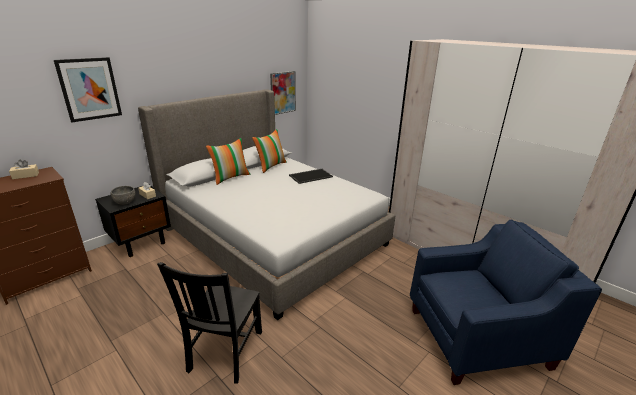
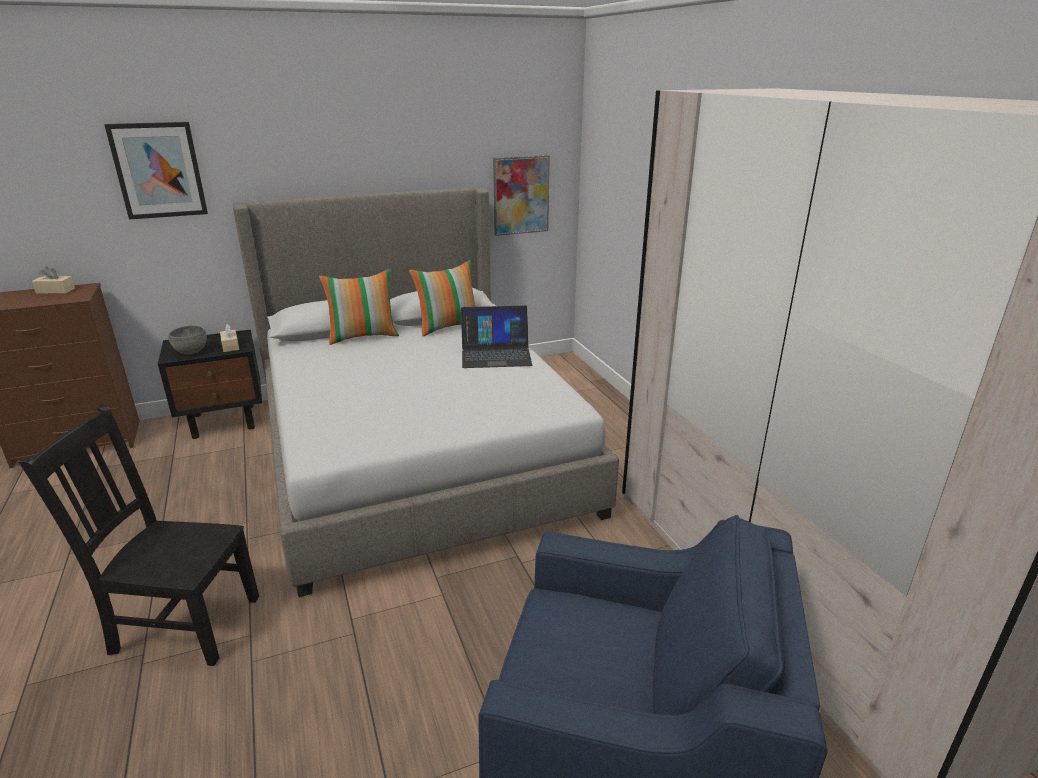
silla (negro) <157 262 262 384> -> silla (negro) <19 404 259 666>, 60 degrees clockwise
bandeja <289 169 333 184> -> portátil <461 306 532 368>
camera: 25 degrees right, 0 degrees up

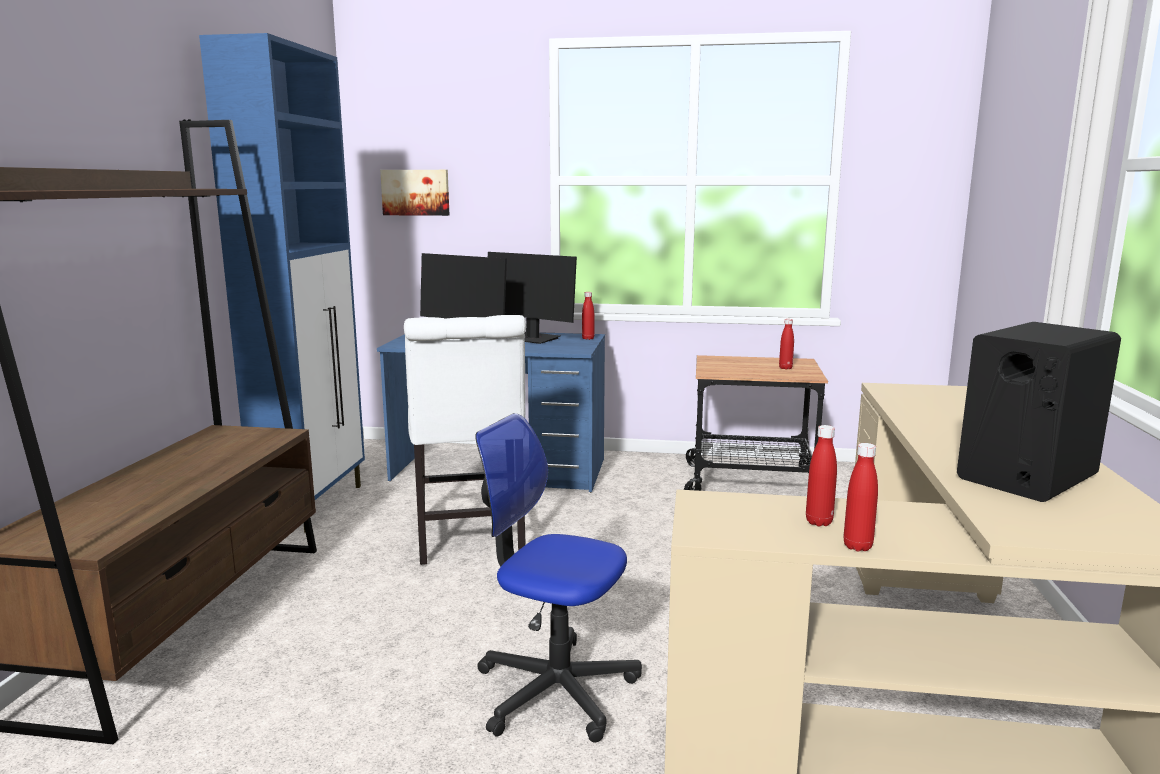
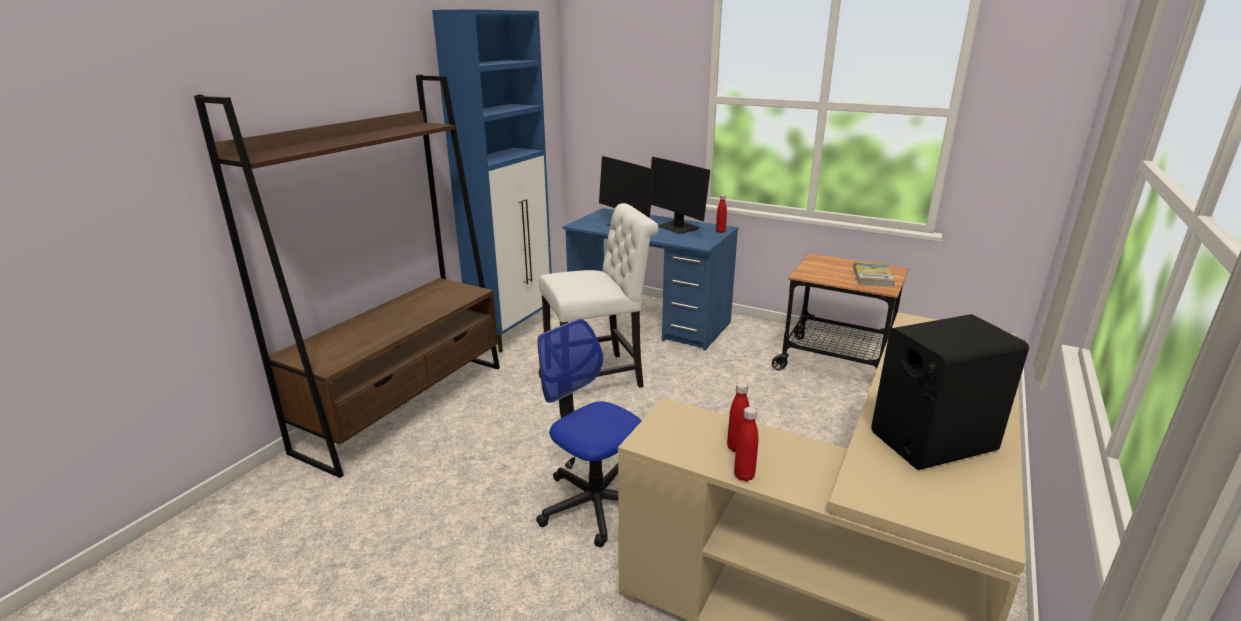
cuadro <380 170 449 216> -> none
silla (blanco) <404 315 526 565> -> silla (blanco) <539 203 659 388>, 120 degrees counterclockwise
botella (rojo) <779 319 794 369> -> libro <853 261 895 288>
camera: 20 degrees right, 10 degrees up

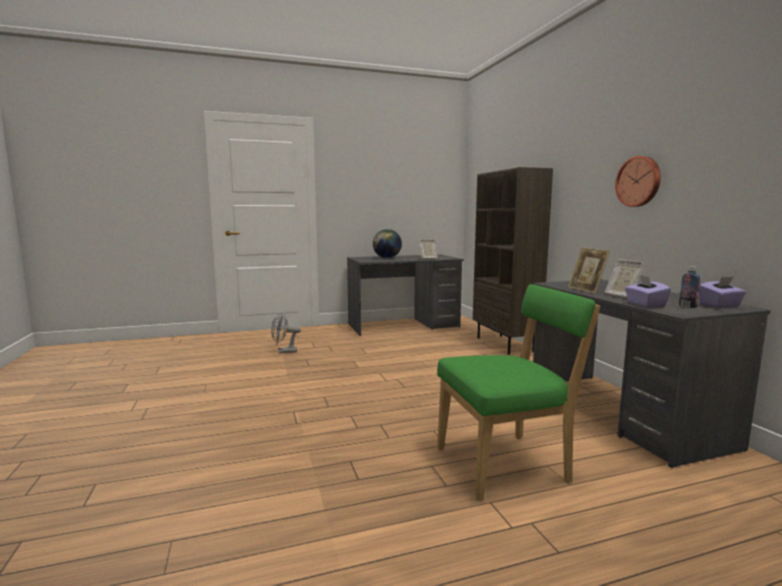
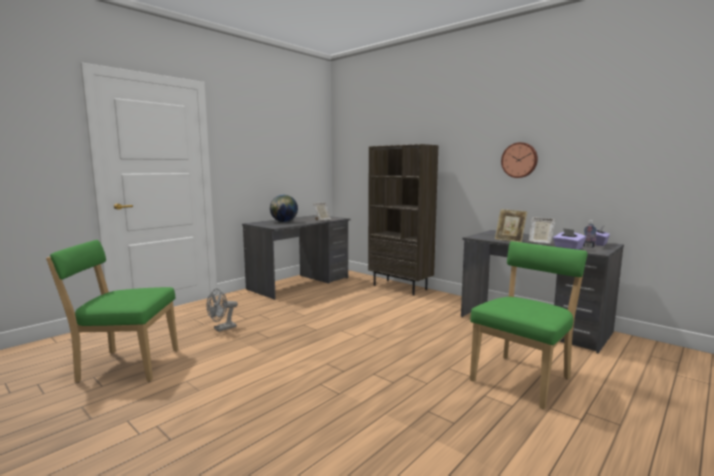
none -> silla (verde) <46 240 178 383>
camera: 30 degrees left, 0 degrees up

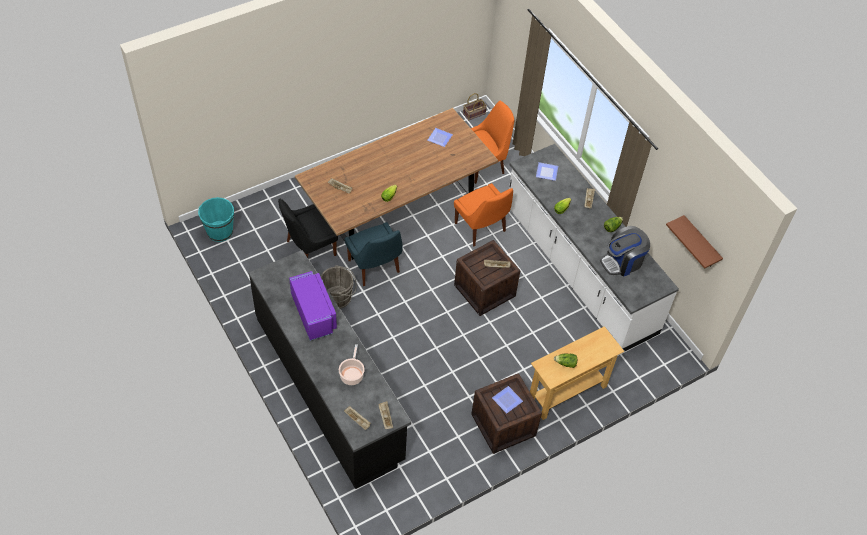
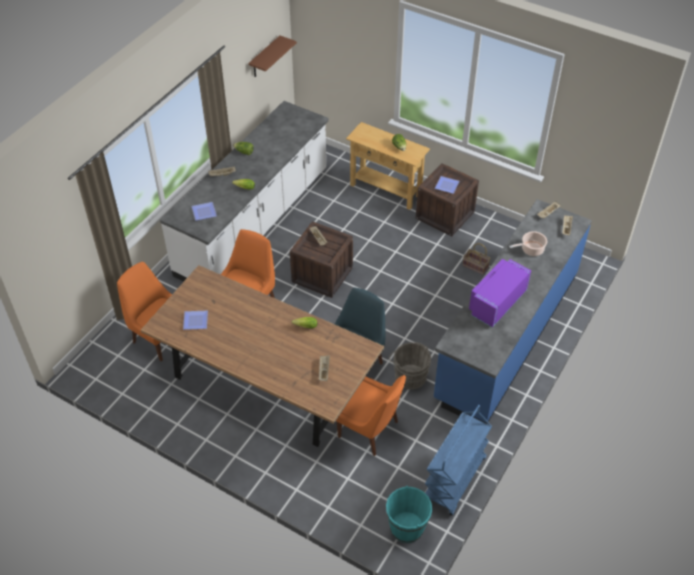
mueble bajo de cocina (negro) <249 250 411 489> -> mueble bajo de cocina (azul) <434 199 592 424>
silla (negro) <278 198 338 258> -> silla (naranja) <336 375 406 456>
cesta <463 93 487 121> -> cesta <463 243 491 275>, relocated
cafetera <600 226 650 277> -> none
none -> carrito (azul) <425 405 492 516>
camera: 115 degrees left, 5 degrees down

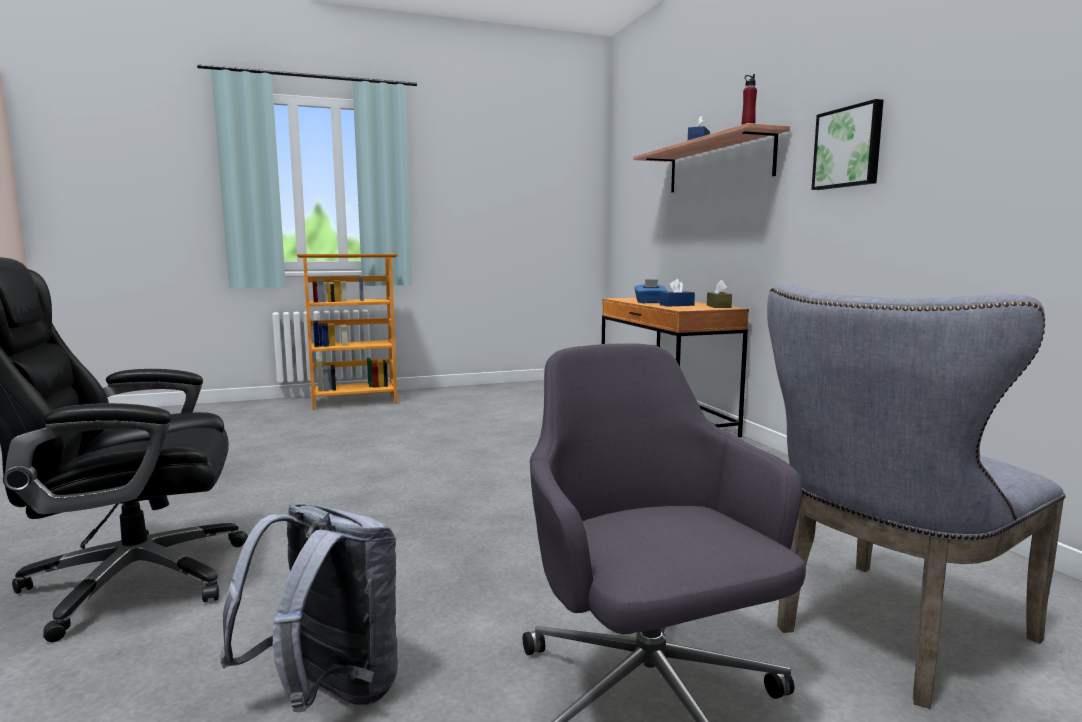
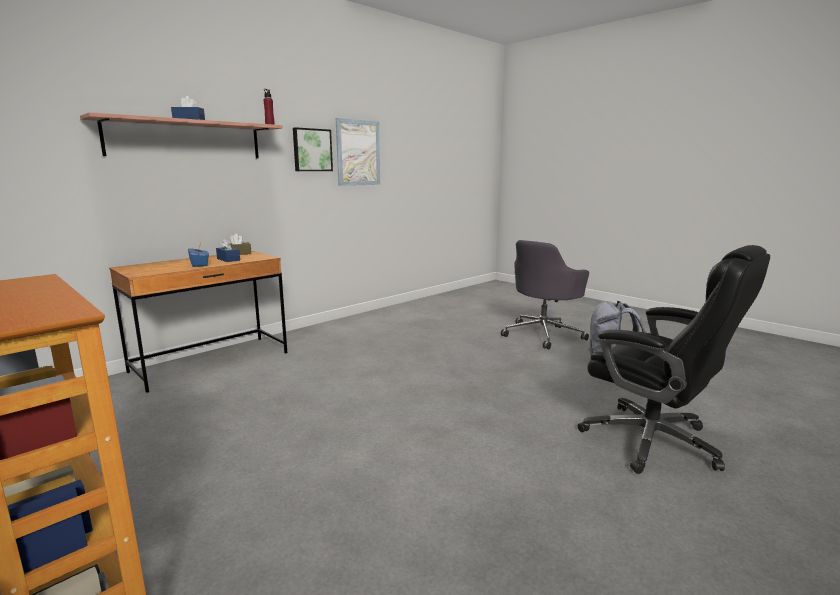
silla (gris) <767 283 1066 709> -> none
none -> cuadro <336 118 380 186>
camera: 115 degrees left, 5 degrees up

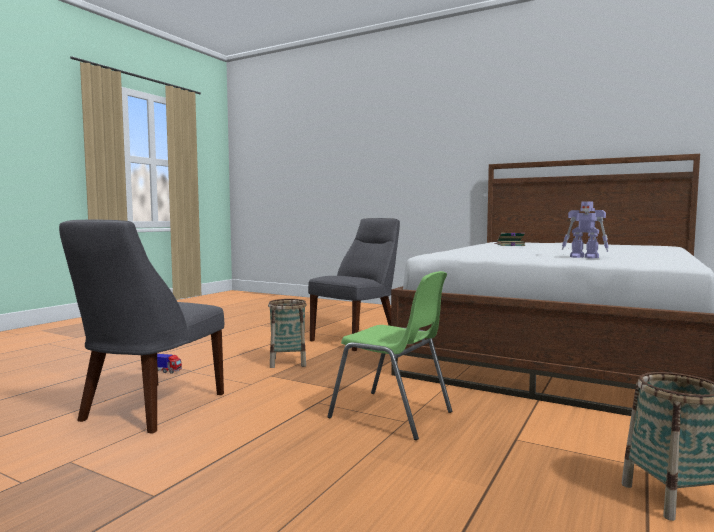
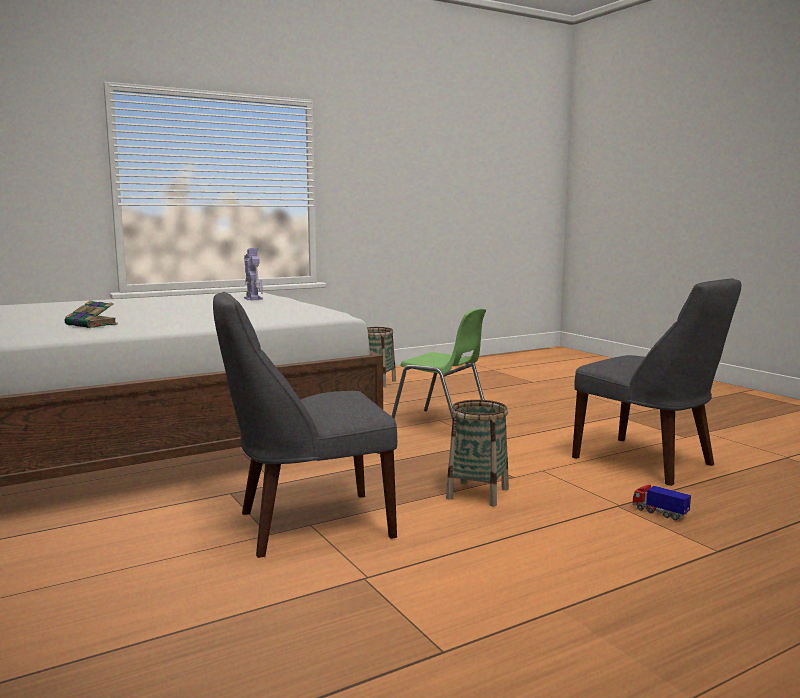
silla (gris) <59 219 224 434> -> silla (gris) <572 279 741 486>, 90 degrees clockwise
silla (verde) <327 271 452 440> -> silla (verde) <391 308 486 420>, 150 degrees clockwise
camera: 150 degrees left, 5 degrees up

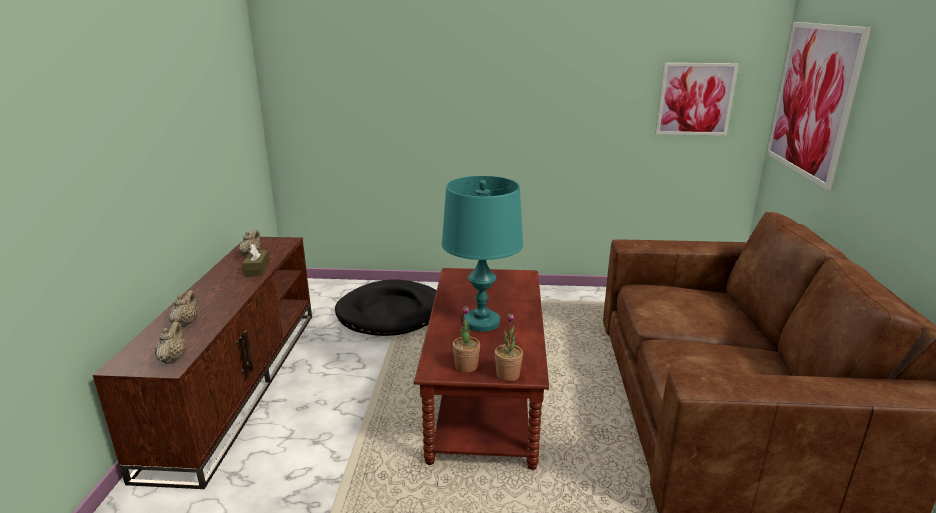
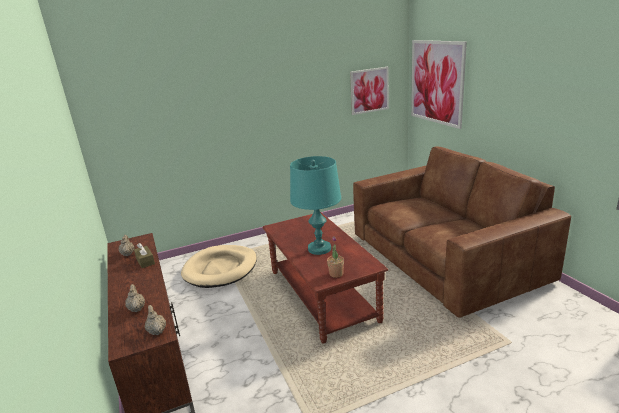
cama para perro (negro) <335 279 437 336> -> cama para perro (beis) <181 245 257 288>
planta en maceta <495 313 523 382> -> none
camera: 25 degrees left, 0 degrees up

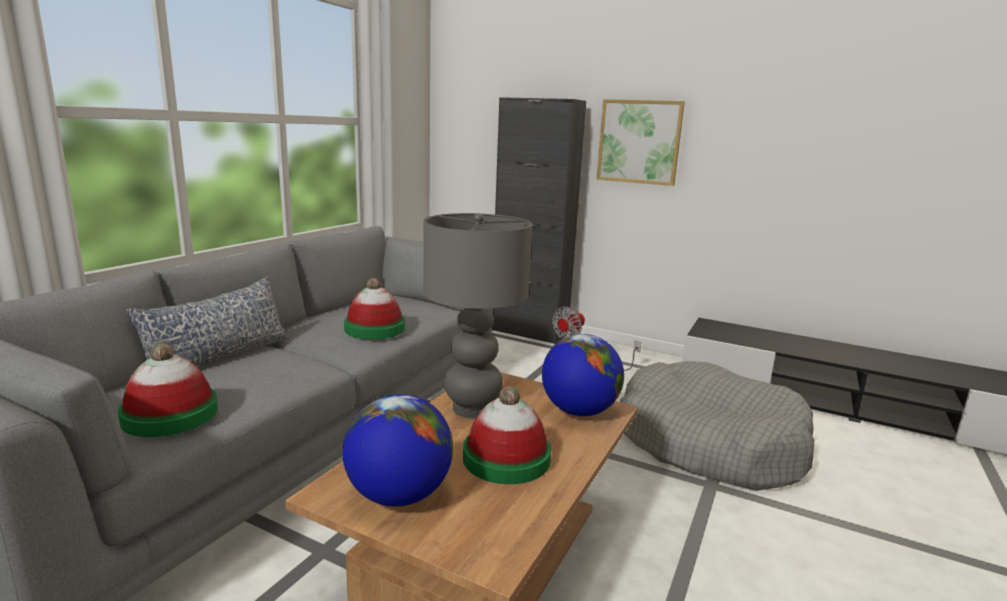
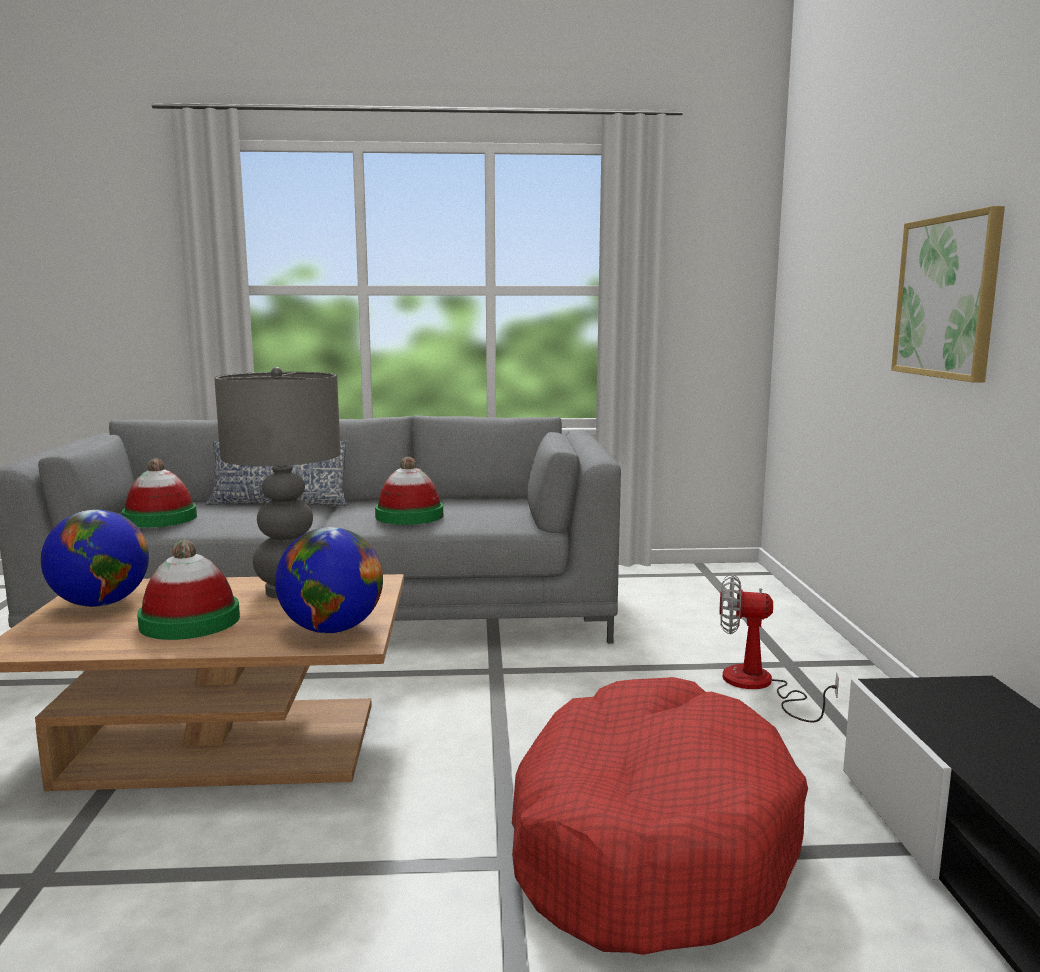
armario (negro) <492 97 586 345> -> none
cama para perro (gris) <620 361 814 491> -> cama para perro (rojo) <512 677 808 955>
camera: 60 degrees right, 5 degrees down

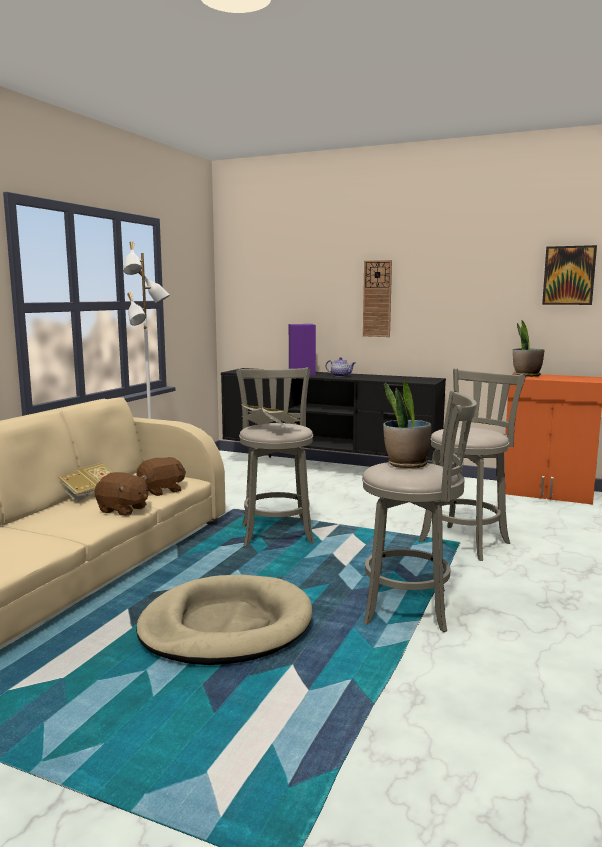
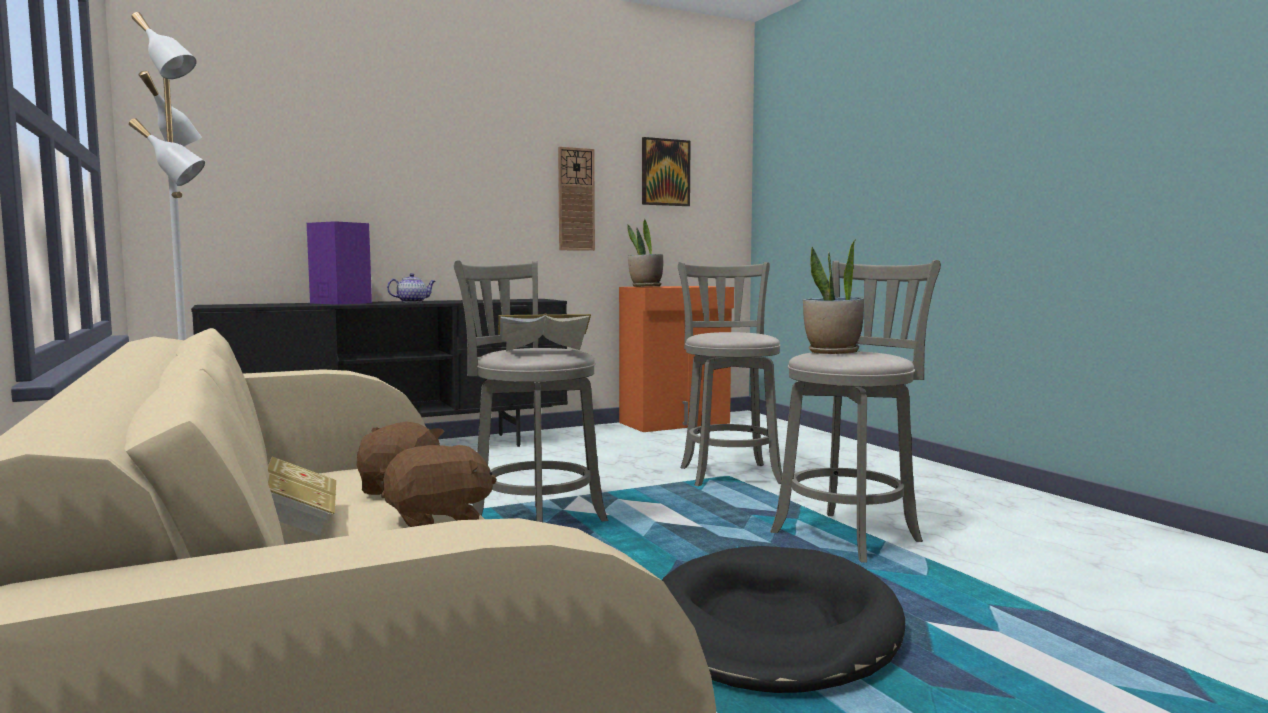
cama para perro (beis) <136 575 312 665> -> cama para perro (negro) <662 546 905 693>
reloj de pared <363 260 392 337> -> reloj de pared <558 147 595 251>, relocated
camera: 50 degrees left, 5 degrees down

